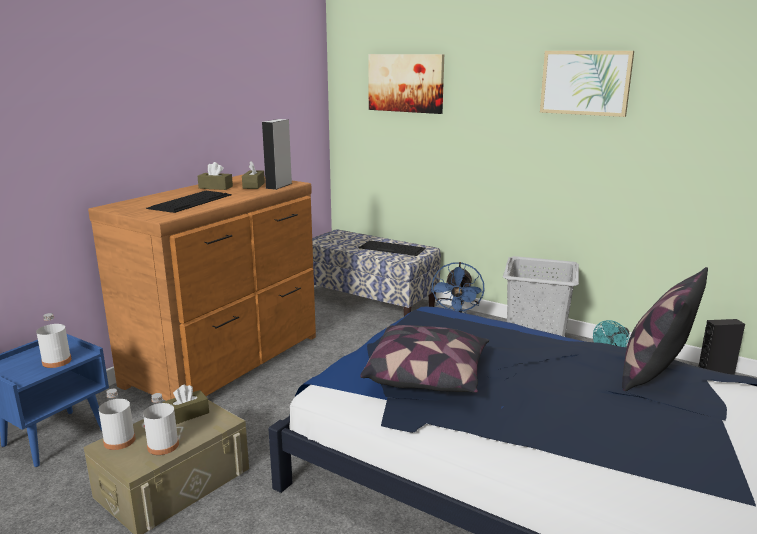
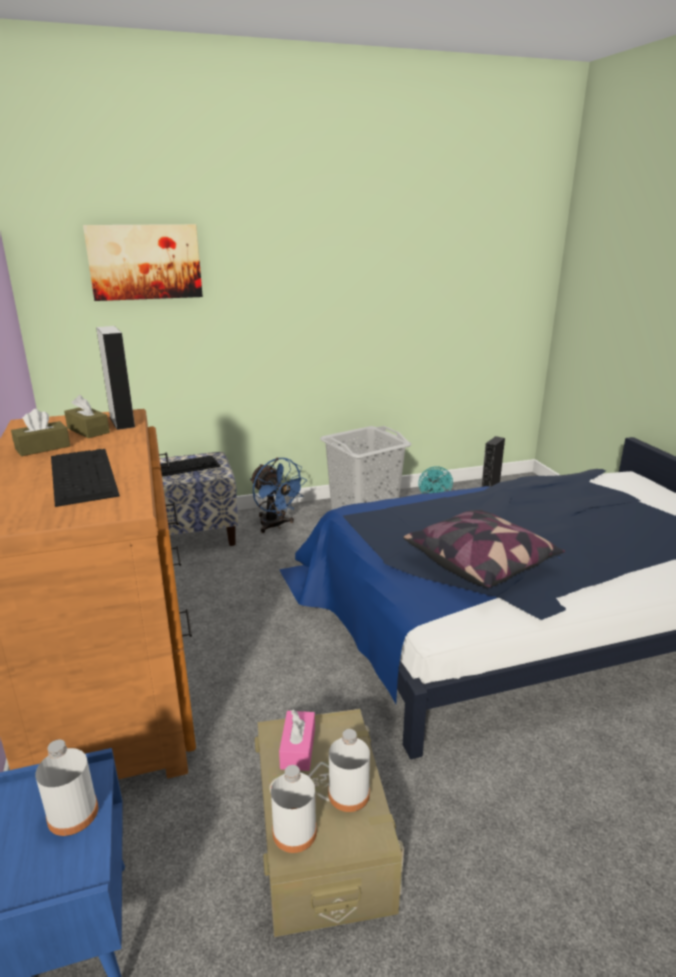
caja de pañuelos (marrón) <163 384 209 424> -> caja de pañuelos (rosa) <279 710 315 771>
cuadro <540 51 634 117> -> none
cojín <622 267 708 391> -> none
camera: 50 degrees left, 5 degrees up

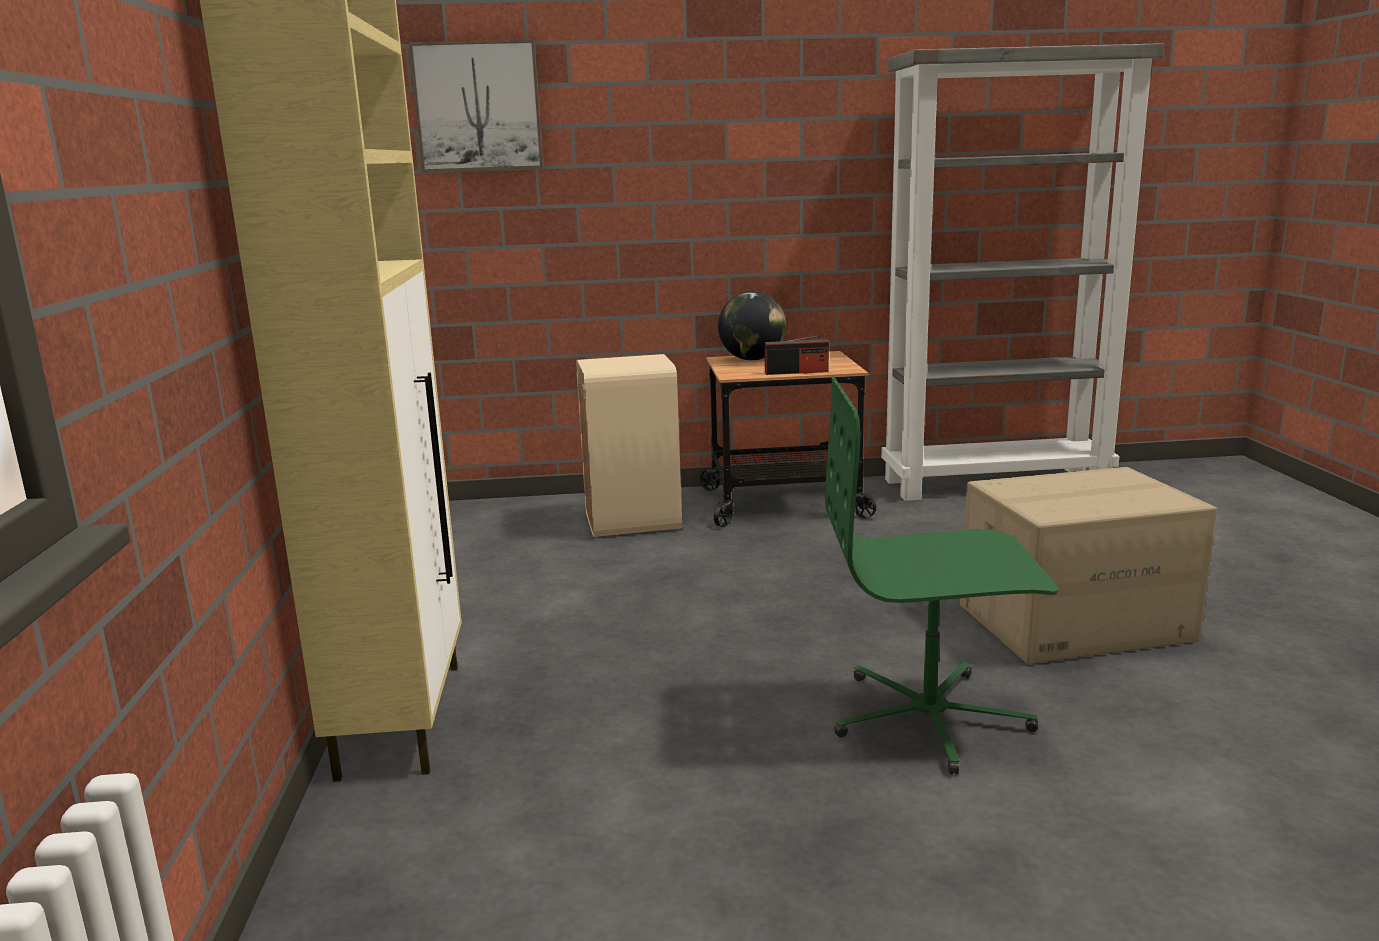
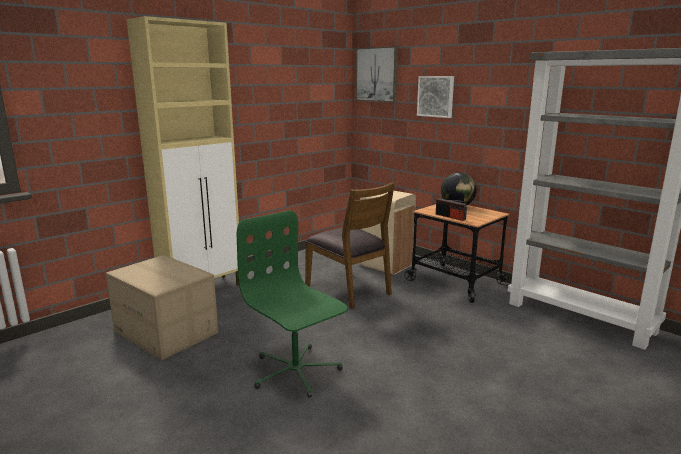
caja de cartón <960 467 1217 664> -> caja de cartón <106 255 218 360>, relocated
none -> silla (marrón) <305 182 395 309>
none -> cuadro <417 76 454 118>
camera: 50 degrees right, 0 degrees up

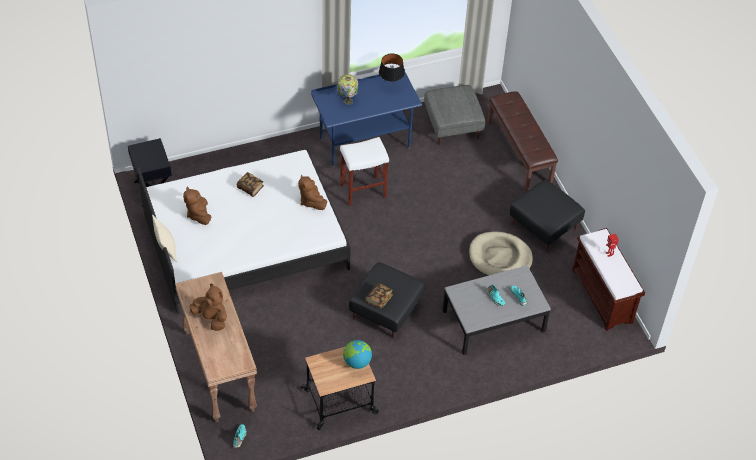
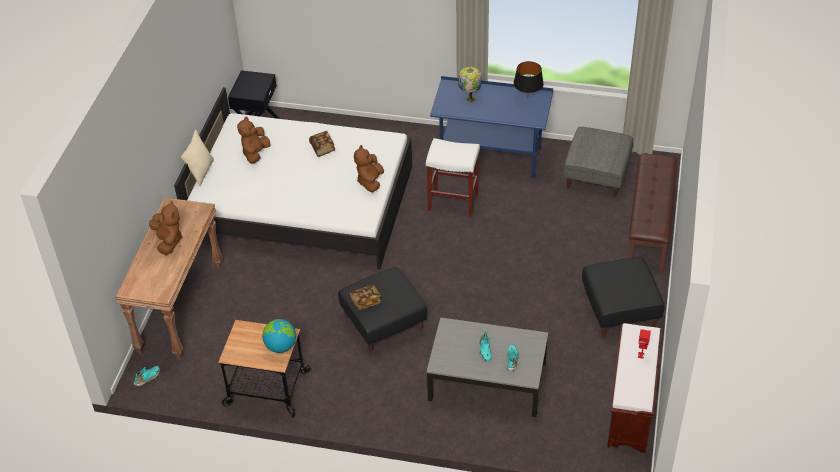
cama para perro (beis) <469 231 533 276> -> none
camera: 35 degrees right, 5 degrees down

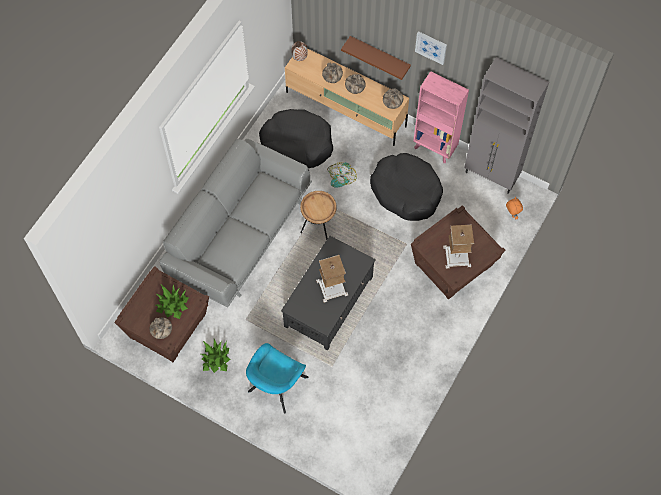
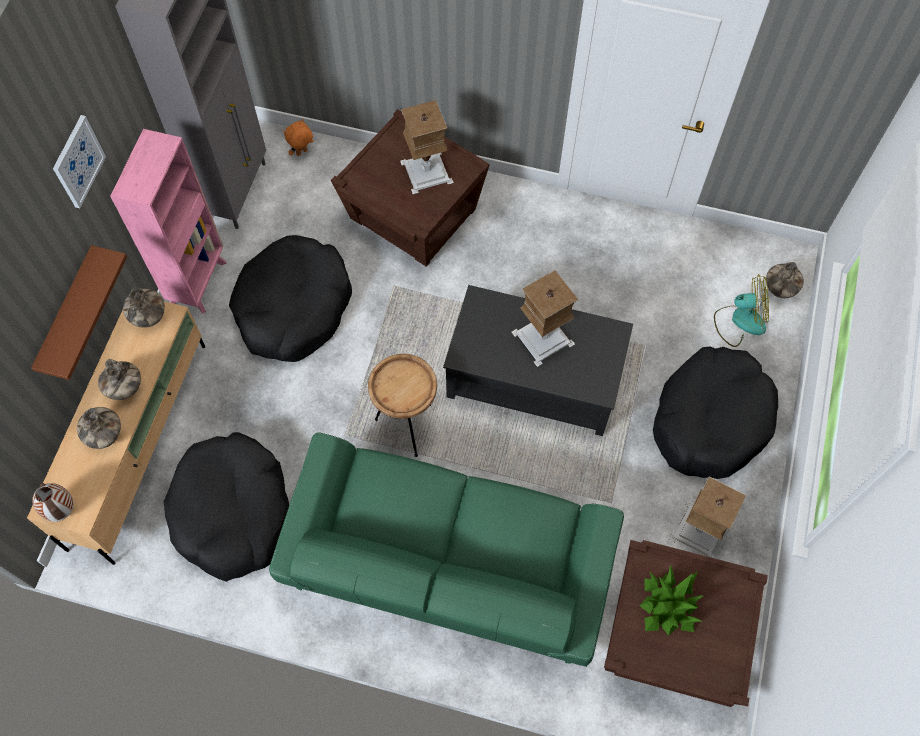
florero <150 318 172 339> -> florero <766 262 804 298>, relocated
sofá (gris) <160 139 312 308> -> sofá (verde) <269 432 624 667>
planta en maceta <201 339 230 373> -> lámpara de mesa <669 477 746 558>
sillón (turquesa) <246 343 308 413> -> cama para perro (negro) <653 346 778 479>
ventilador <327 162 357 188> -> ventilador <714 274 769 347>, relocated
camera: 105 degrees left, 0 degrees up

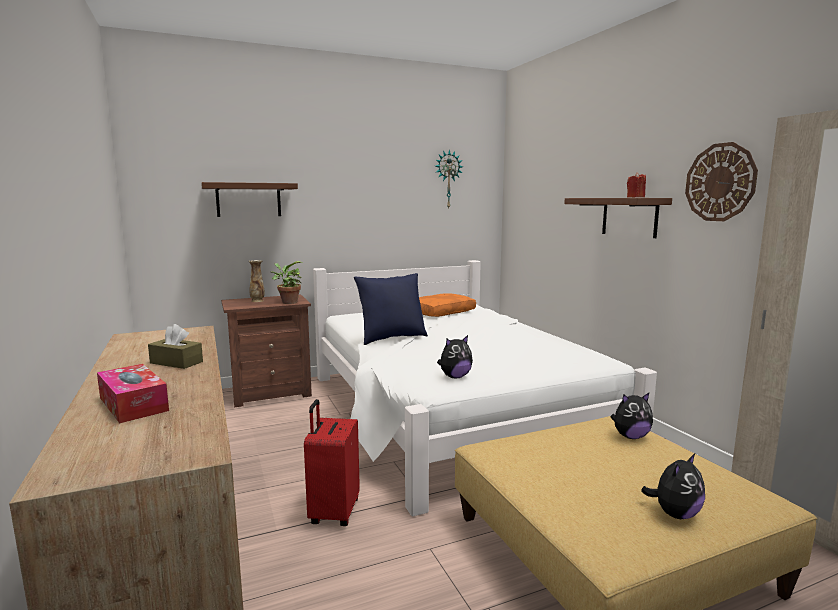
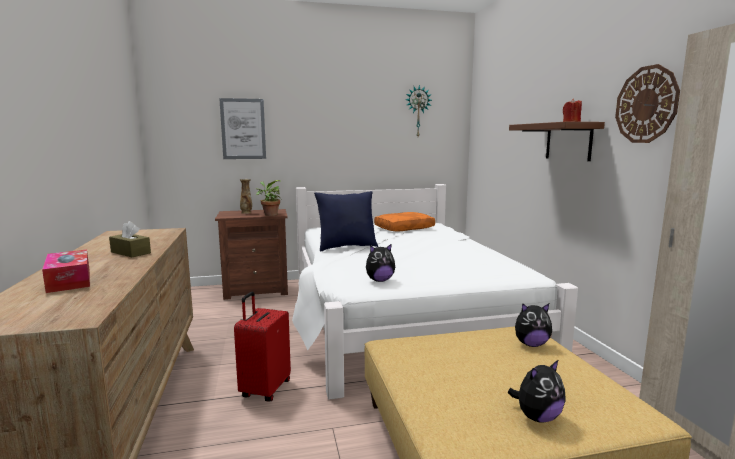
estante (marrón) <201 182 298 217> -> cuadro <219 98 266 159>
camera: 10 degrees right, 0 degrees up

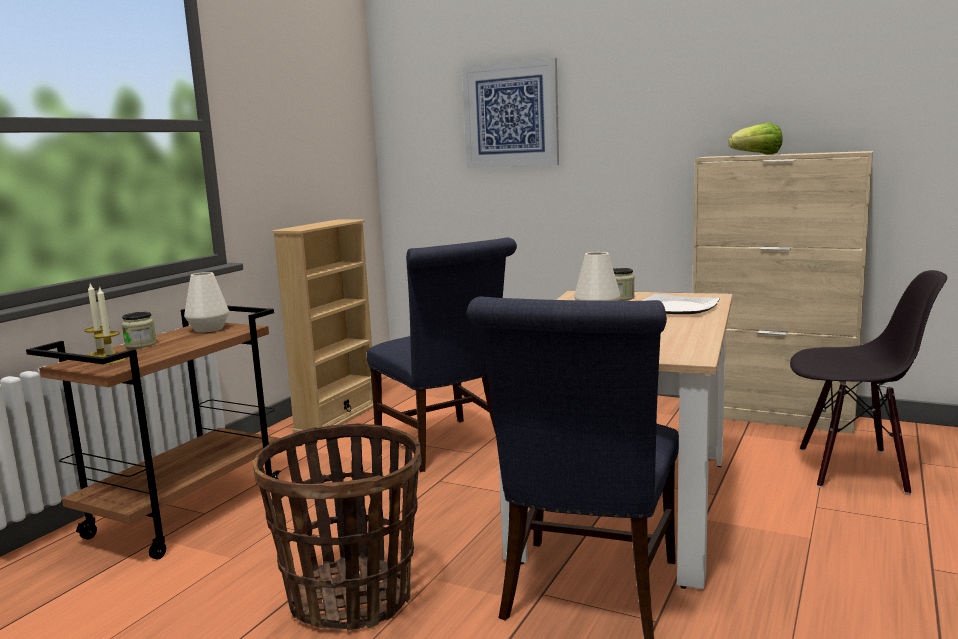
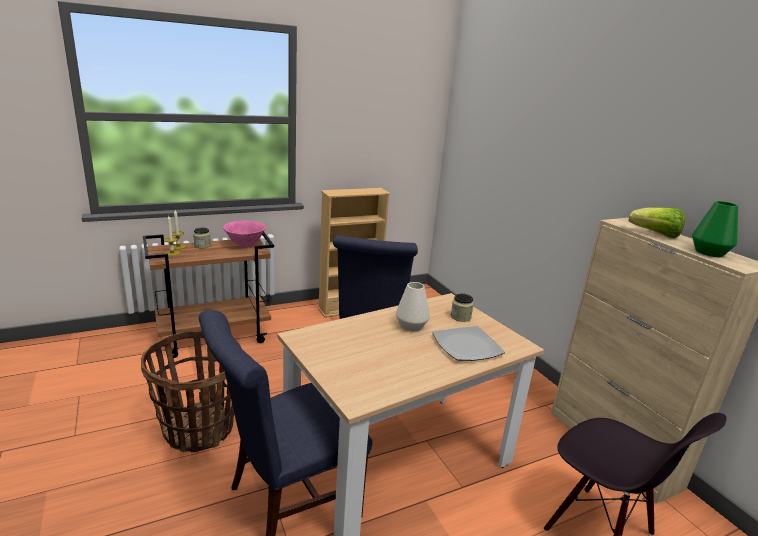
florero (blanco) <184 272 229 333> -> cuenco (rosa) <223 220 266 247>
cuadro <462 58 559 168> -> none
none -> florero (verde) <692 201 738 257>
camera: 35 degrees right, 10 degrees up

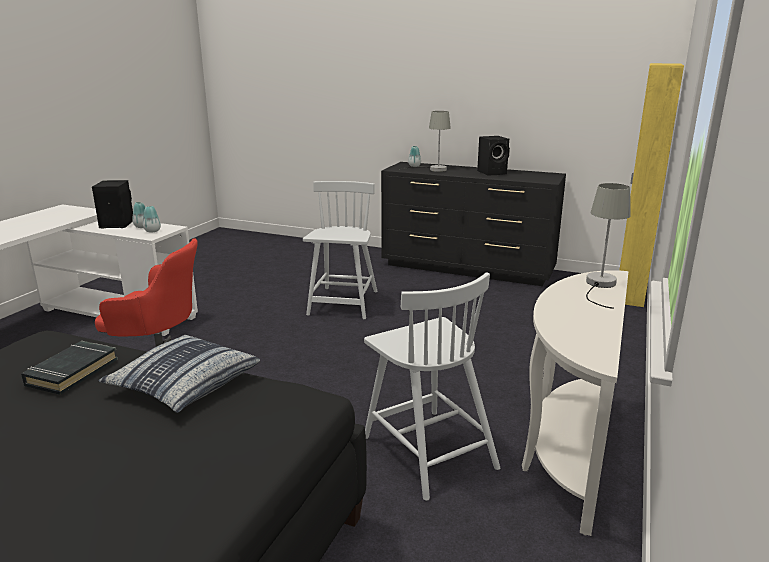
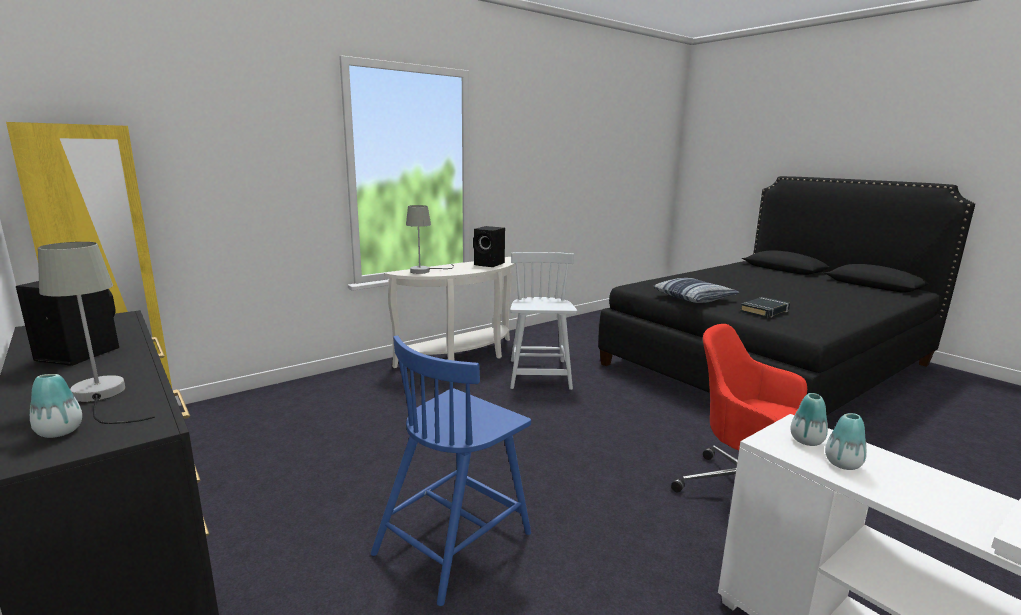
altavoz (negro) <92 180 133 229> -> altavoz (negro) <473 226 505 267>, relocated
silla (blanco) <303 181 377 319> -> silla (azul) <371 335 531 606>
camera: 150 degrees left, 5 degrees down

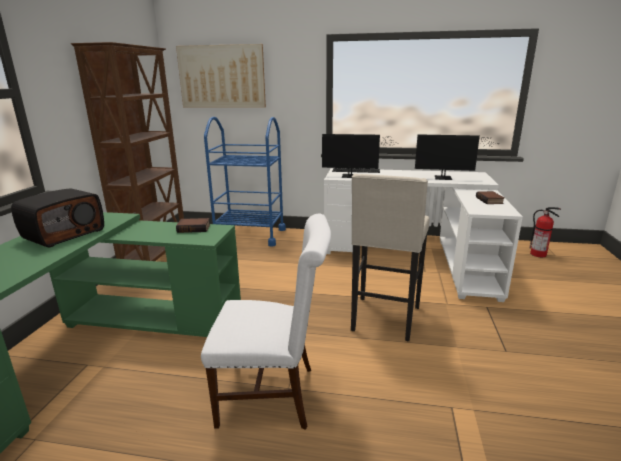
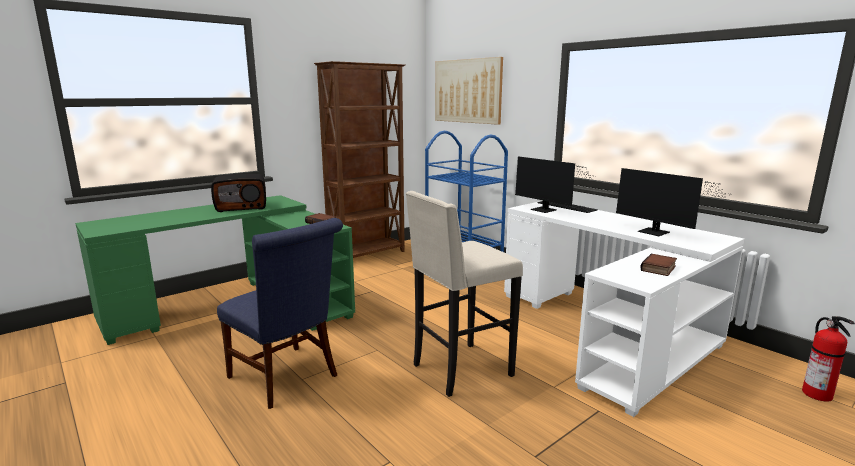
silla (blanco) <201 214 331 430> -> silla (azul) <217 218 343 409>
camera: 40 degrees right, 5 degrees down

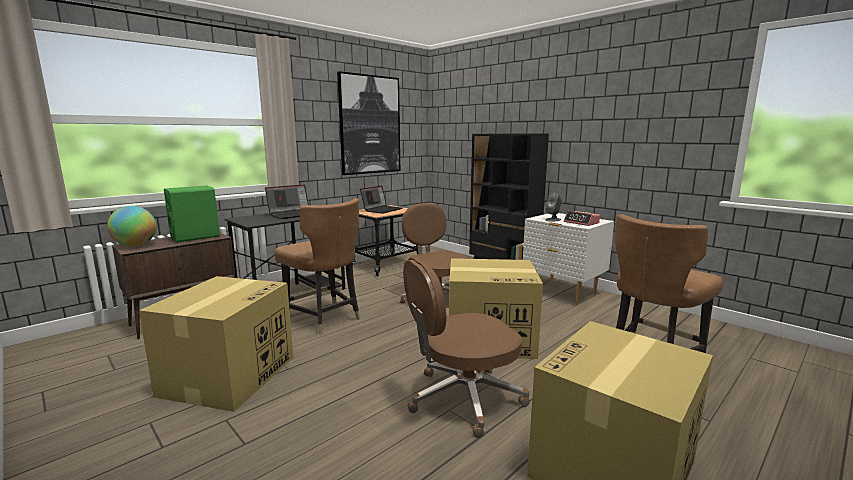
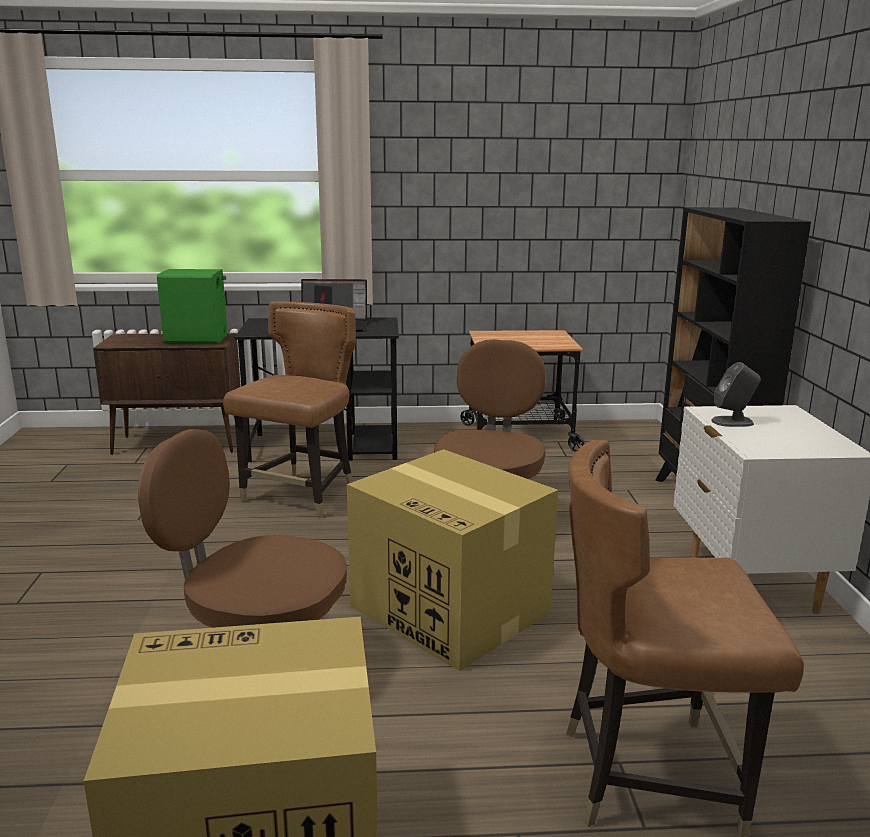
globo terráqueo <107 206 157 247> -> none
caja de cartón <139 276 293 412> -> none
silla (marrón) <275 198 360 334> -> silla (marrón) <223 301 356 518>, 150 degrees counterclockwise
cuadro <337 71 400 175> -> none
portátil <360 186 403 214> -> none
despertador <564 211 600 226> -> none
camera: 40 degrees right, 5 degrees up

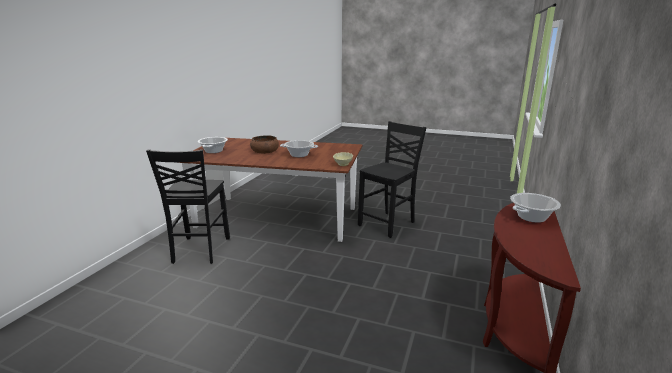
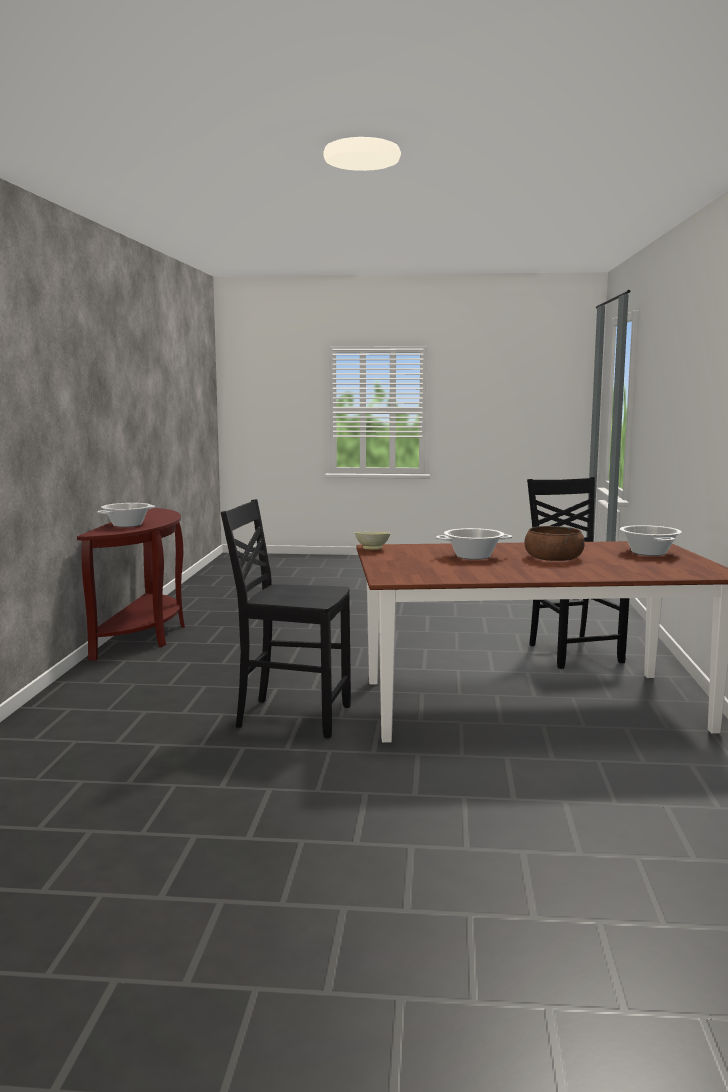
silla (negro) <358 121 427 238> -> silla (negro) <221 499 351 738>, 75 degrees clockwise
camera: 165 degrees right, 10 degrees down

